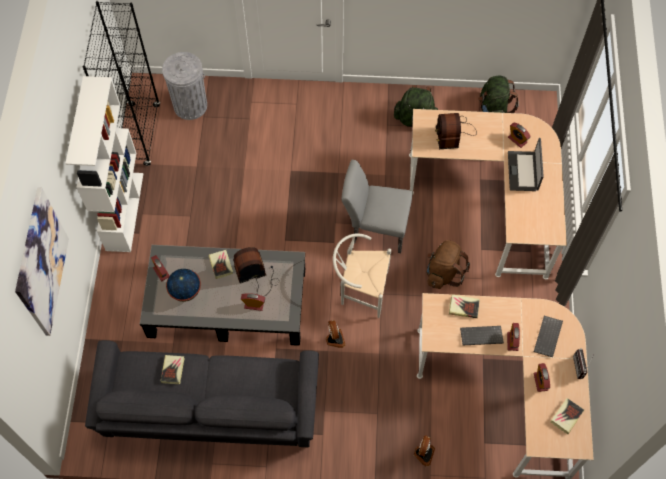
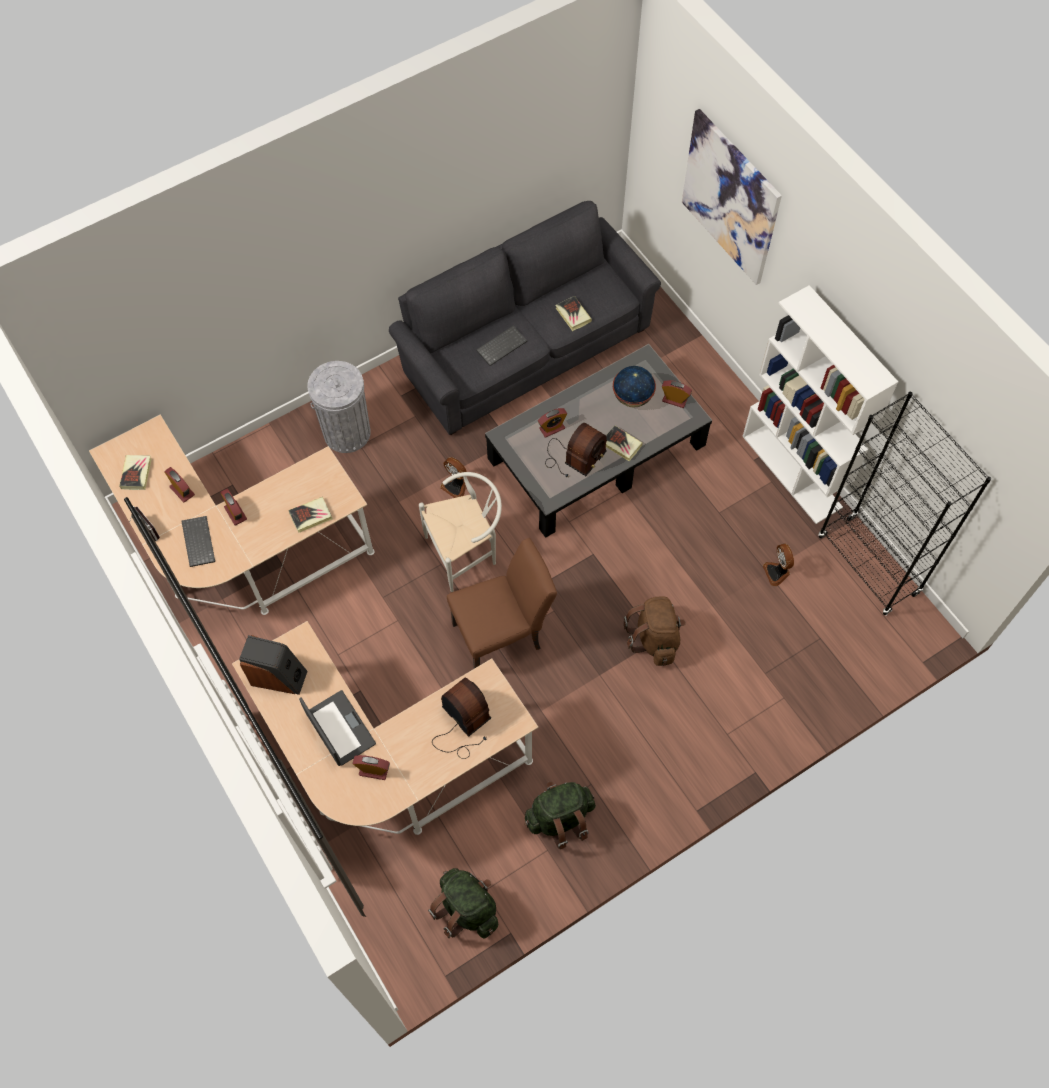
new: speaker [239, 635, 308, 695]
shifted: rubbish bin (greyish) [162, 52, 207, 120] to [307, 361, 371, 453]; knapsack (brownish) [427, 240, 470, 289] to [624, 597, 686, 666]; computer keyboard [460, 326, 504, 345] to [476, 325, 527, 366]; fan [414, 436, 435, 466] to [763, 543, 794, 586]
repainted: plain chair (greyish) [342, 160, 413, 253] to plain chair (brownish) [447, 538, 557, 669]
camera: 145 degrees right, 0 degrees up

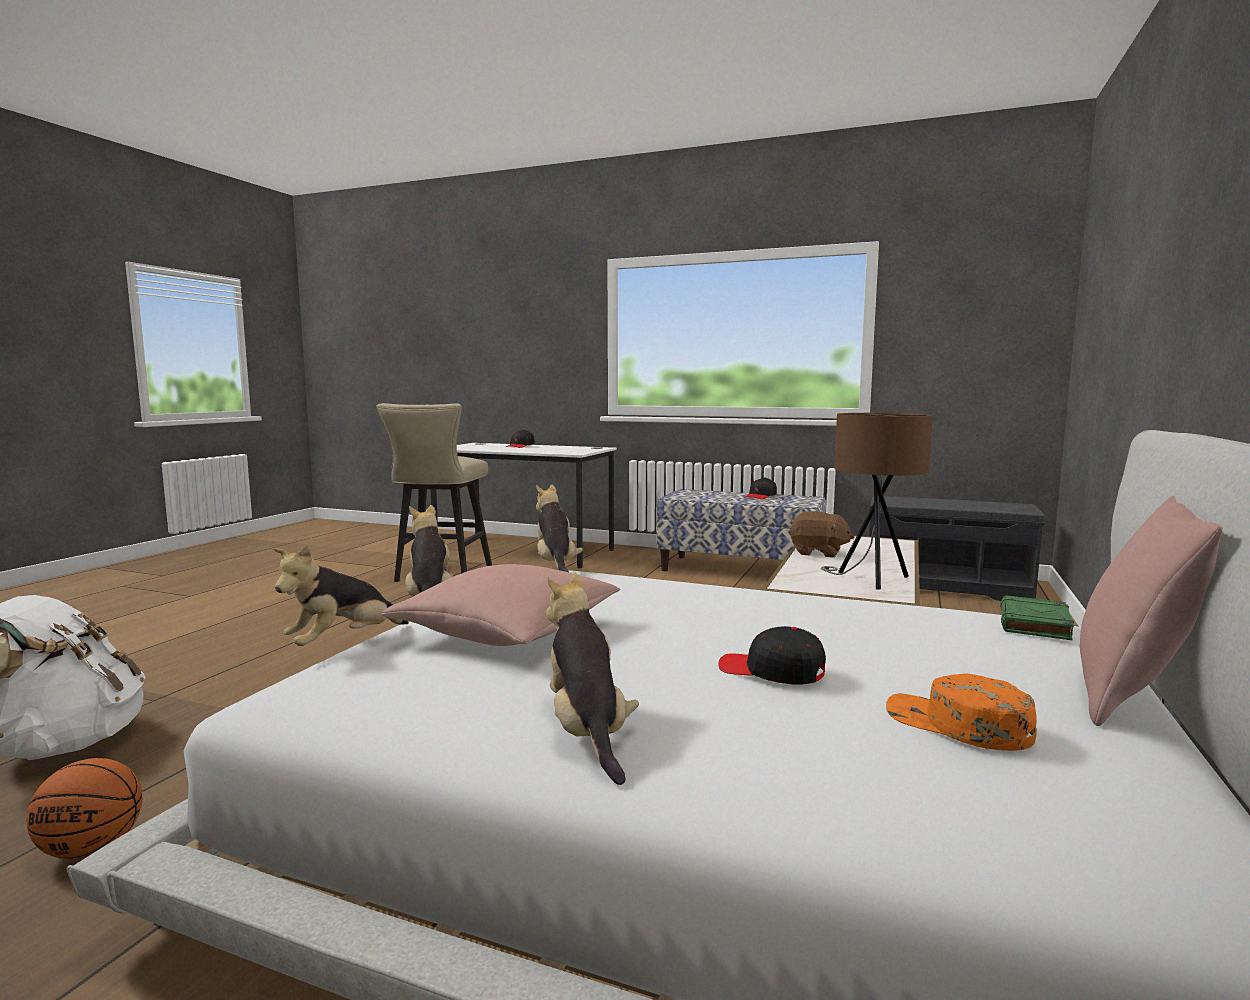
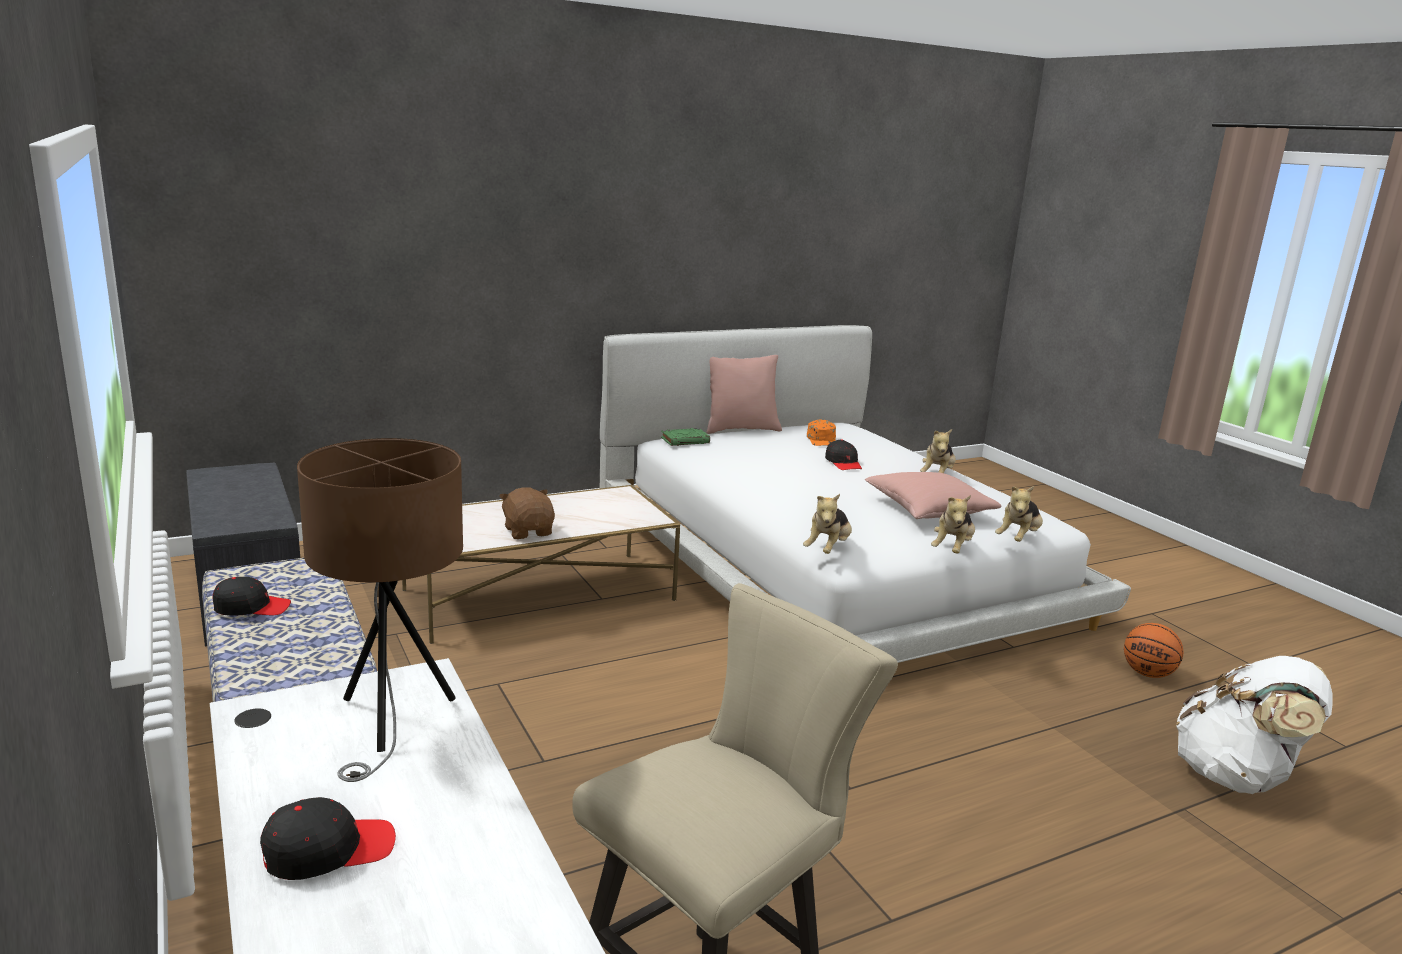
shifted: lamp for a table (brownish) [821, 413, 933, 590] to [297, 438, 463, 782]
rotated: soft toy [273, 545, 409, 646] = [995, 486, 1043, 542] 135 degrees clockwise
camera: 140 degrees left, 10 degrees up

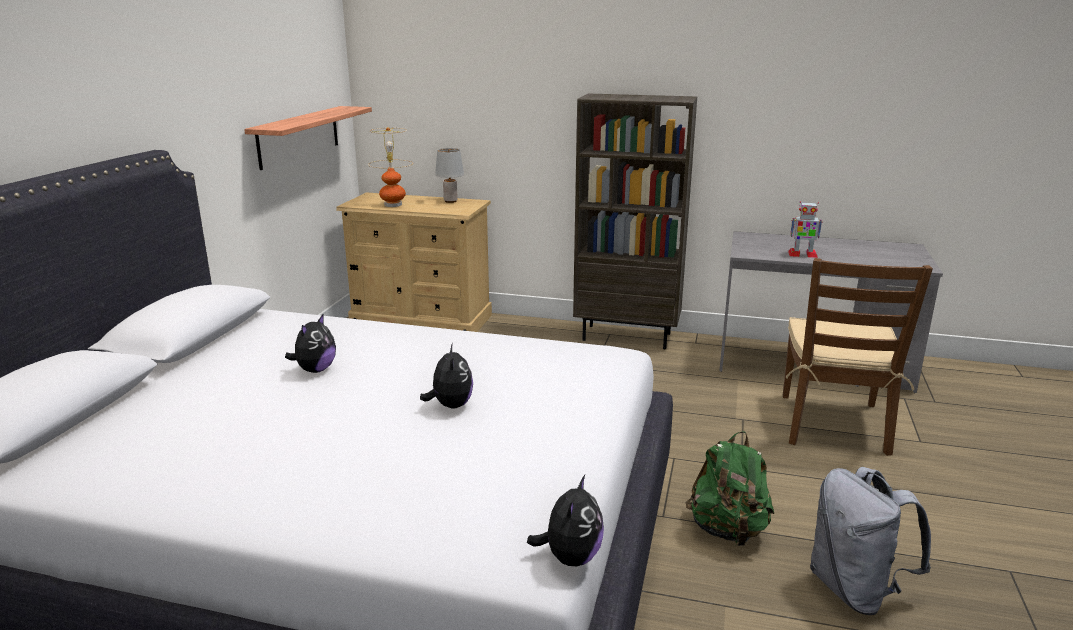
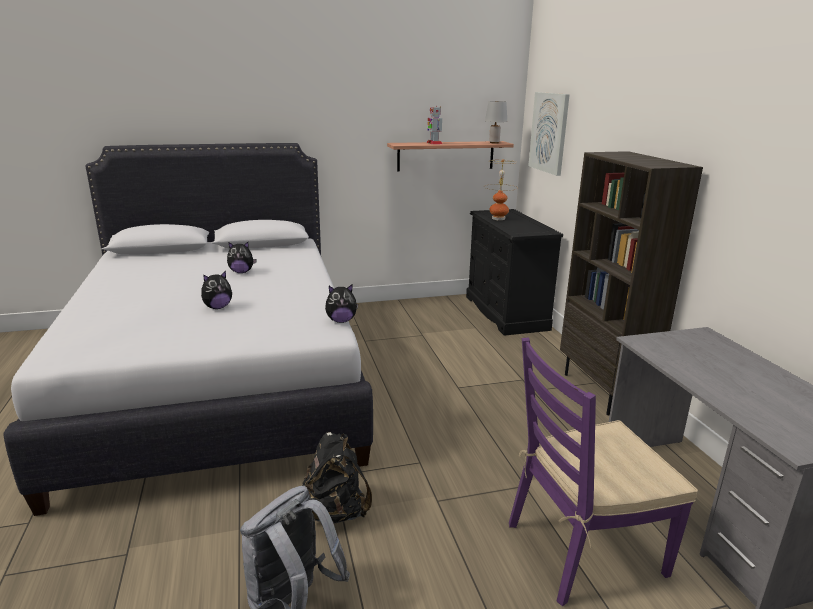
new: picture [528, 92, 570, 176]
shifted: lamp for a table (greyish) [435, 148, 464, 203] to [485, 101, 507, 143]; toy robot [788, 201, 822, 258] to [426, 106, 442, 145]; soft toy [527, 475, 604, 566] to [325, 285, 358, 323]
repainted: drawer chest (sand-coloured) [336, 192, 492, 332] to drawer chest (black) [466, 209, 563, 336]; plain chair (brownish) [783, 258, 933, 456] to plain chair (purple) [509, 337, 698, 606]; knapsack (greenish) [686, 431, 774, 546] to knapsack (black) [302, 432, 372, 524]
camera: 60 degrees right, 0 degrees up

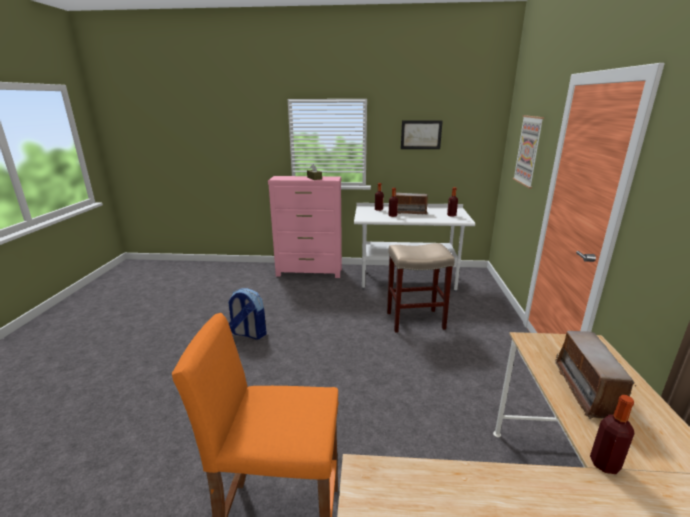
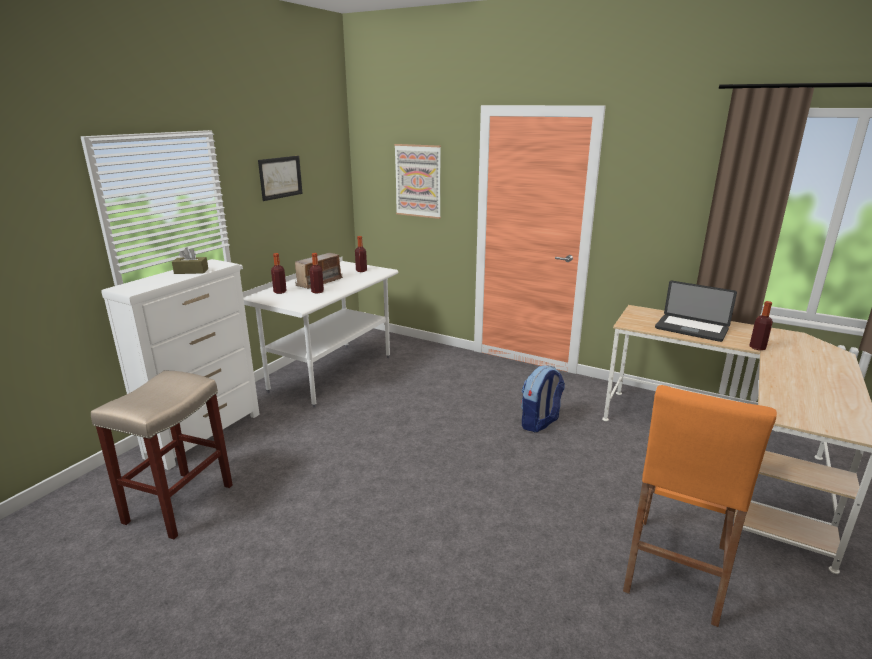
shifted: stool (sand-coloured) [387, 243, 455, 333] to [91, 371, 233, 539]; knapsack [228, 288, 267, 340] to [521, 365, 565, 432]
swapped: radio set [555, 331, 637, 419] to portable computer [655, 281, 737, 342]
repainted: drawer chest (pink-coloured) [268, 176, 342, 278] to drawer chest (whitish) [101, 259, 260, 470]
camera: 65 degrees left, 0 degrees up

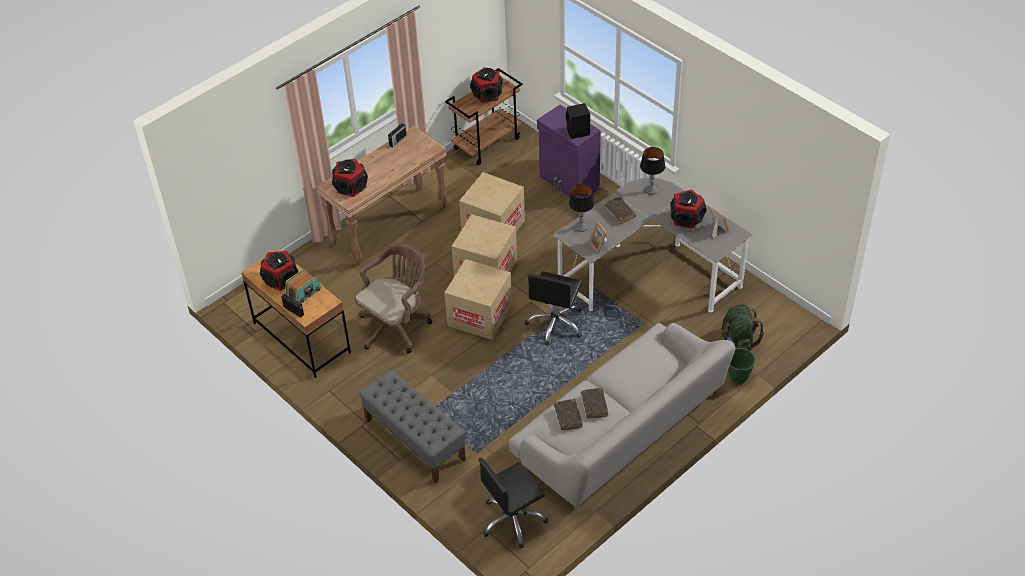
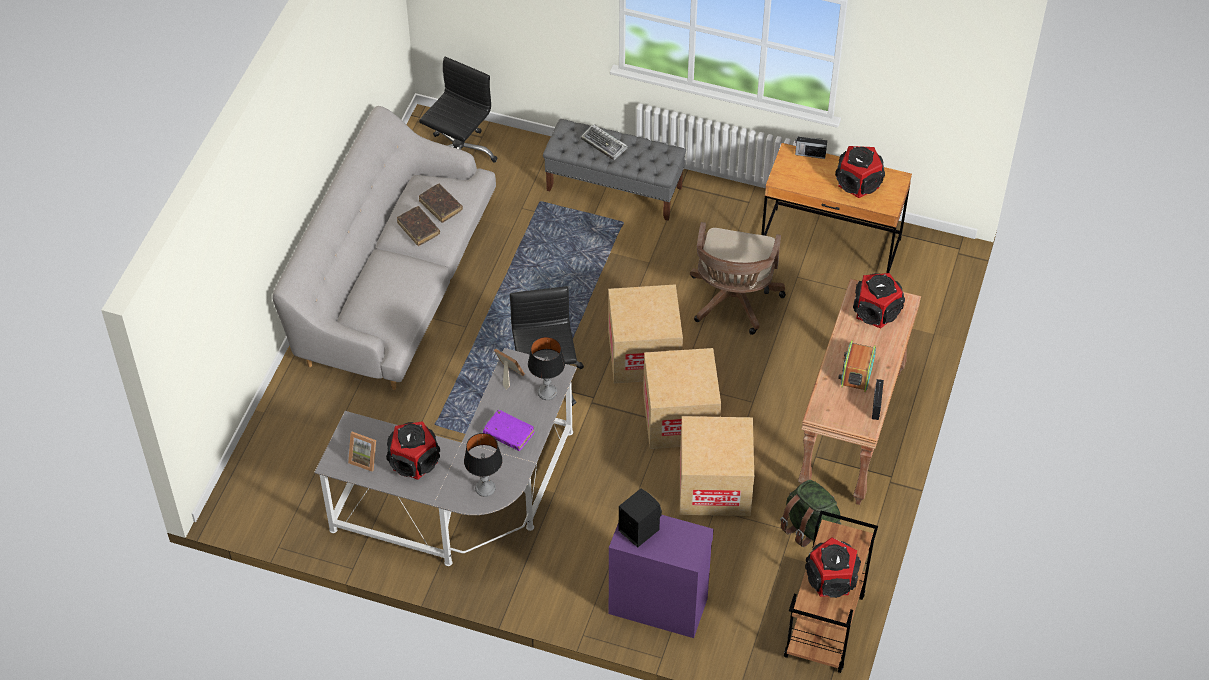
gone: plant pot (greenish) [728, 348, 755, 384]
new: computer keyboard [581, 124, 628, 160]
shifted: radio set [285, 268, 322, 303] to [838, 340, 876, 392]; knapsack (greenish) [721, 304, 764, 351] to [780, 480, 842, 547]
repainted: volume (brownish) [604, 197, 636, 225] to volume (purple) [483, 410, 535, 451]
camera: 150 degrees right, 5 degrees up

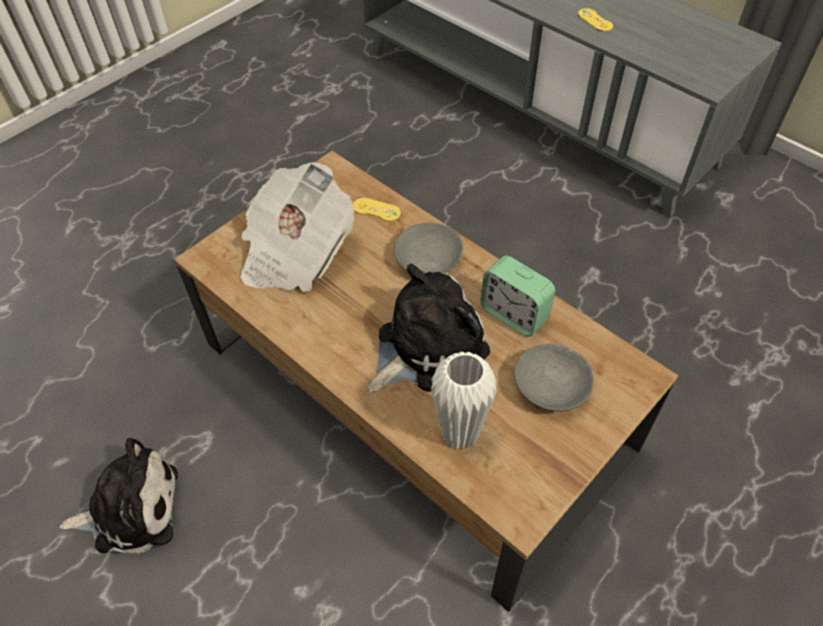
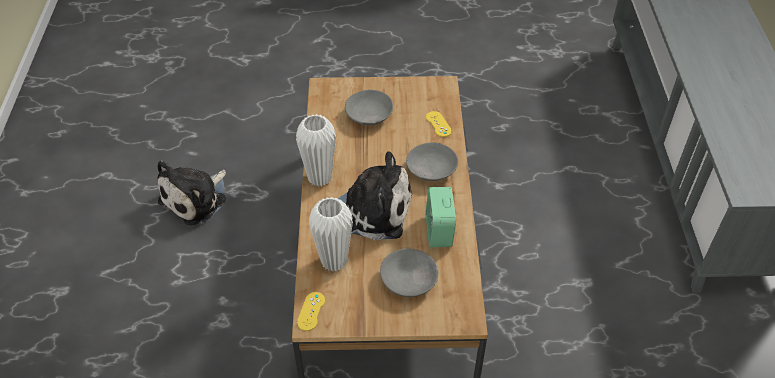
new: vase (whitish) [296, 114, 336, 187]
shifted: game controller (yellow) [578, 8, 613, 32] to [297, 292, 325, 331]
swapped: daily paper [241, 162, 354, 292] to bowl (greyish) [345, 90, 393, 125]
rotated: soft toy [60, 438, 178, 554] = [157, 160, 226, 225] 90 degrees clockwise
camera: 45 degrees right, 5 degrees down

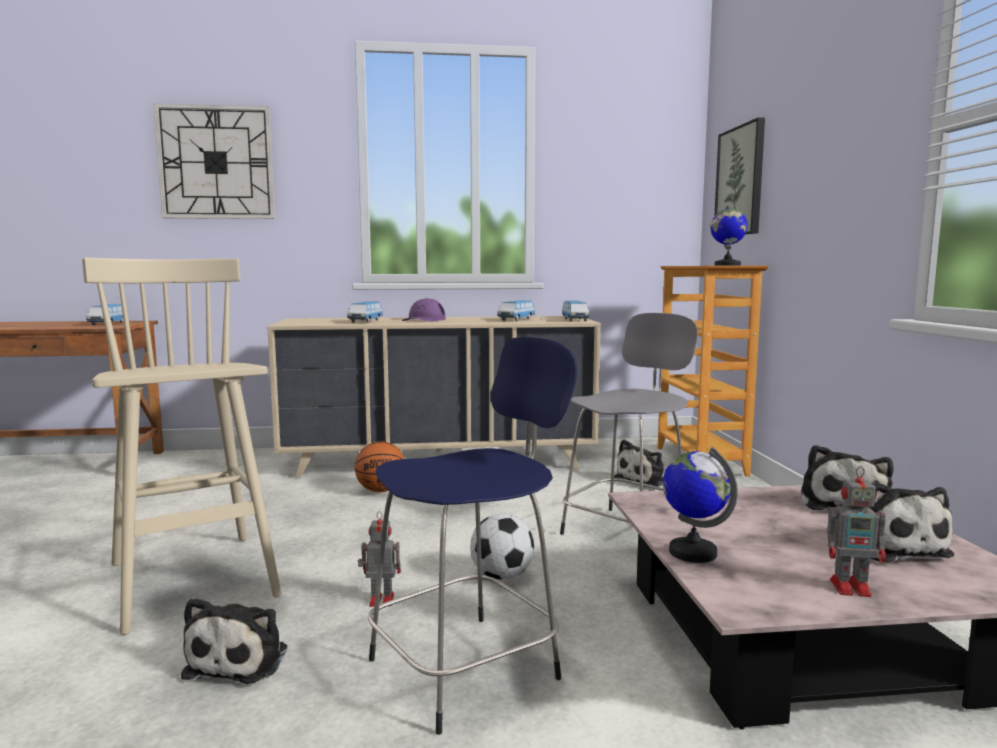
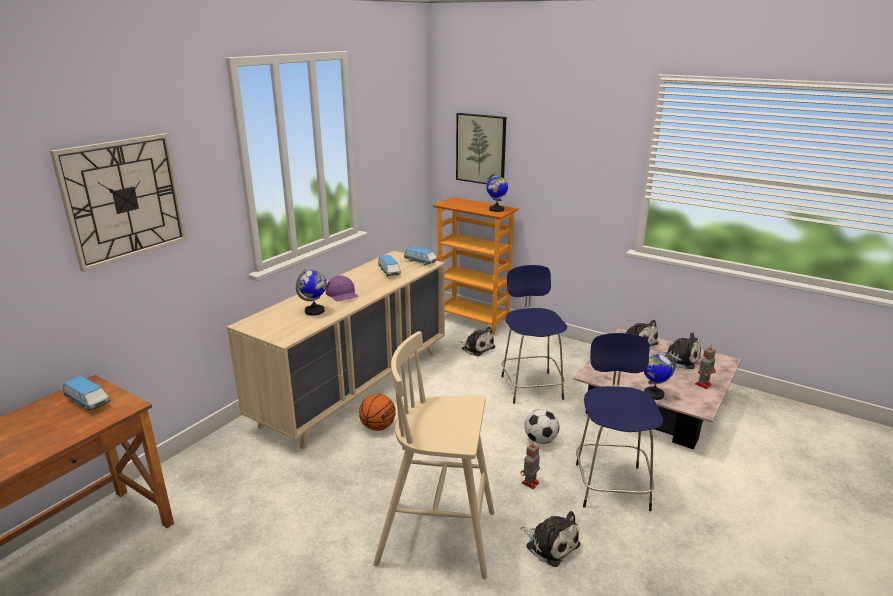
swapped: model car [347, 302, 383, 323] to world globe [296, 269, 327, 316]
repainted: stool (greyish) [560, 313, 698, 535] to stool (blue-coloured) [501, 265, 567, 404]
rotated: soft toy [614, 439, 664, 487] = [459, 326, 495, 356] 45 degrees counterclockwise
camera: 50 degrees left, 15 degrees up

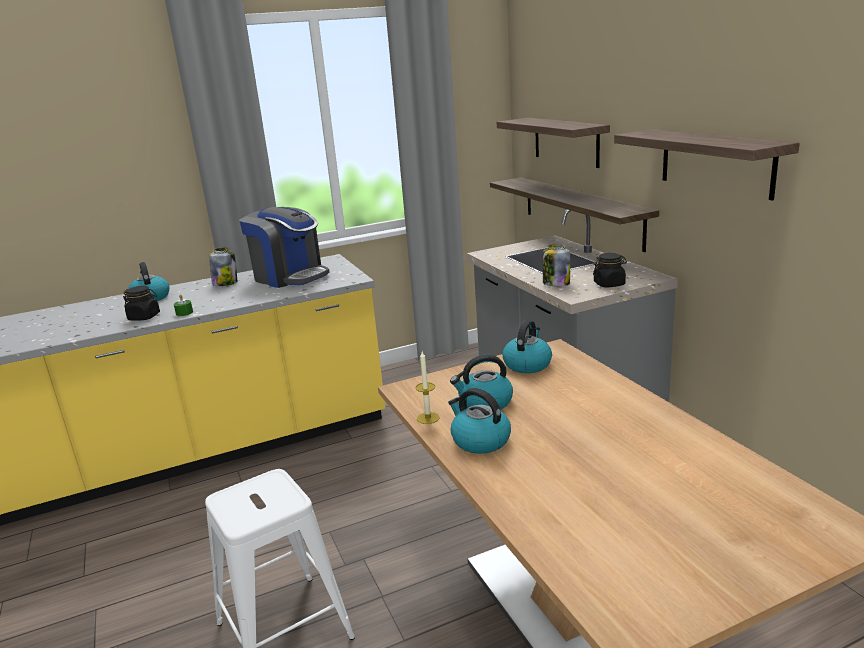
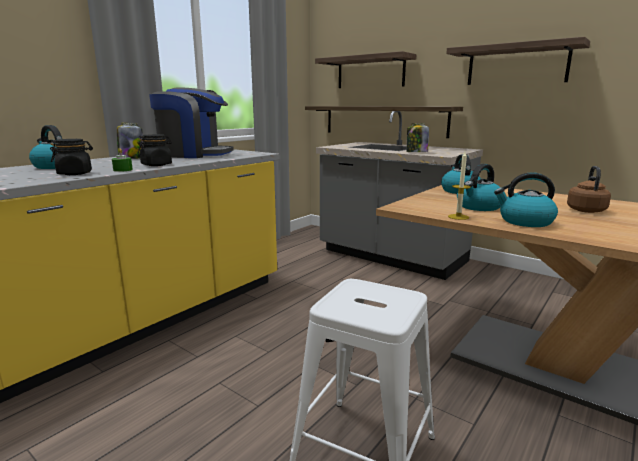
new: kettle (brownish) [567, 166, 611, 213]
shifted: jar (black) [593, 253, 627, 288] to [138, 134, 172, 166]
camera: 30 degrees left, 5 degrees down

